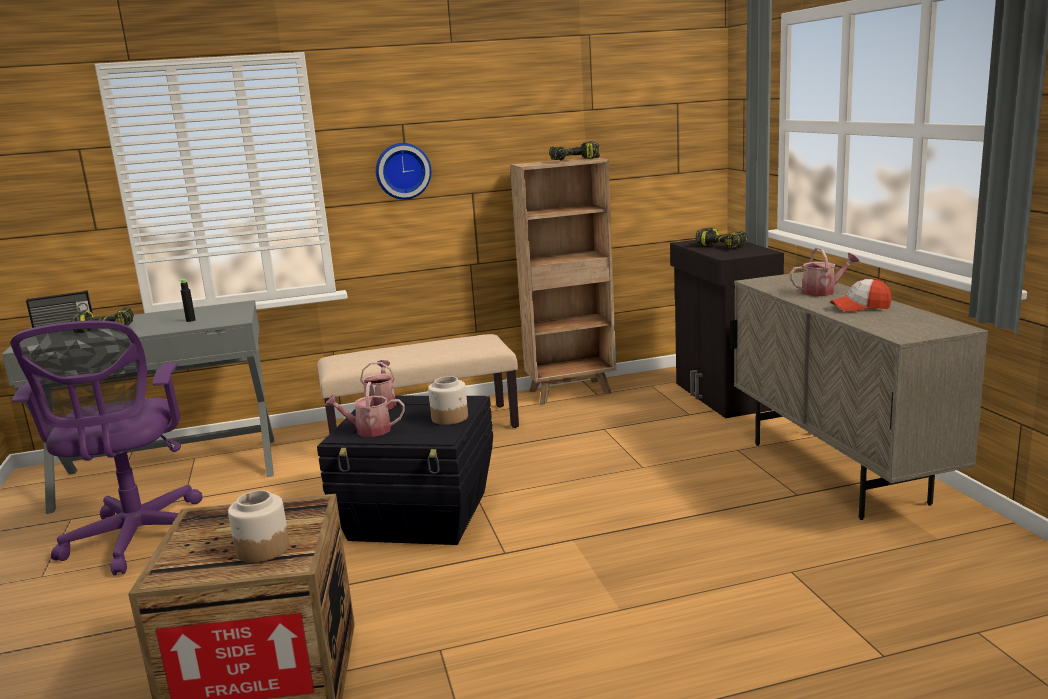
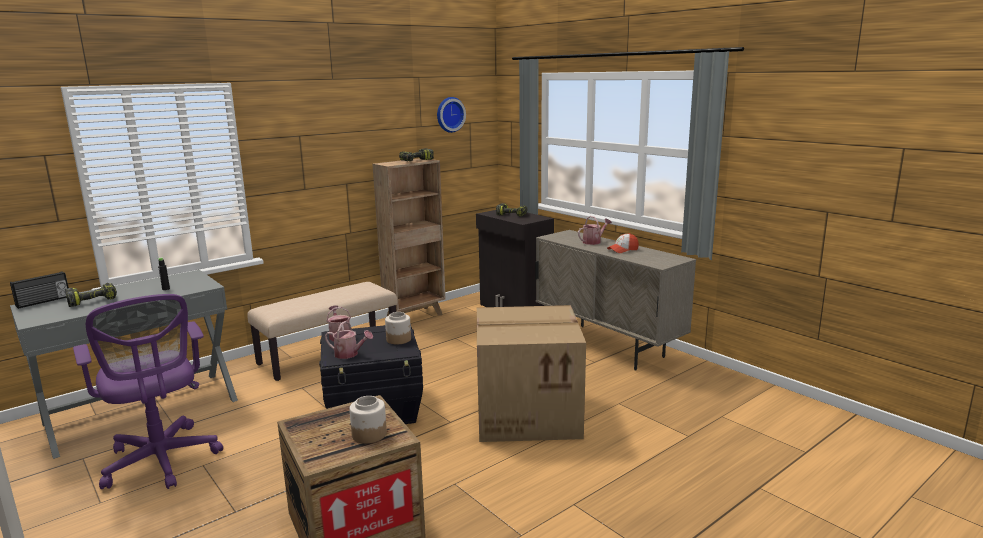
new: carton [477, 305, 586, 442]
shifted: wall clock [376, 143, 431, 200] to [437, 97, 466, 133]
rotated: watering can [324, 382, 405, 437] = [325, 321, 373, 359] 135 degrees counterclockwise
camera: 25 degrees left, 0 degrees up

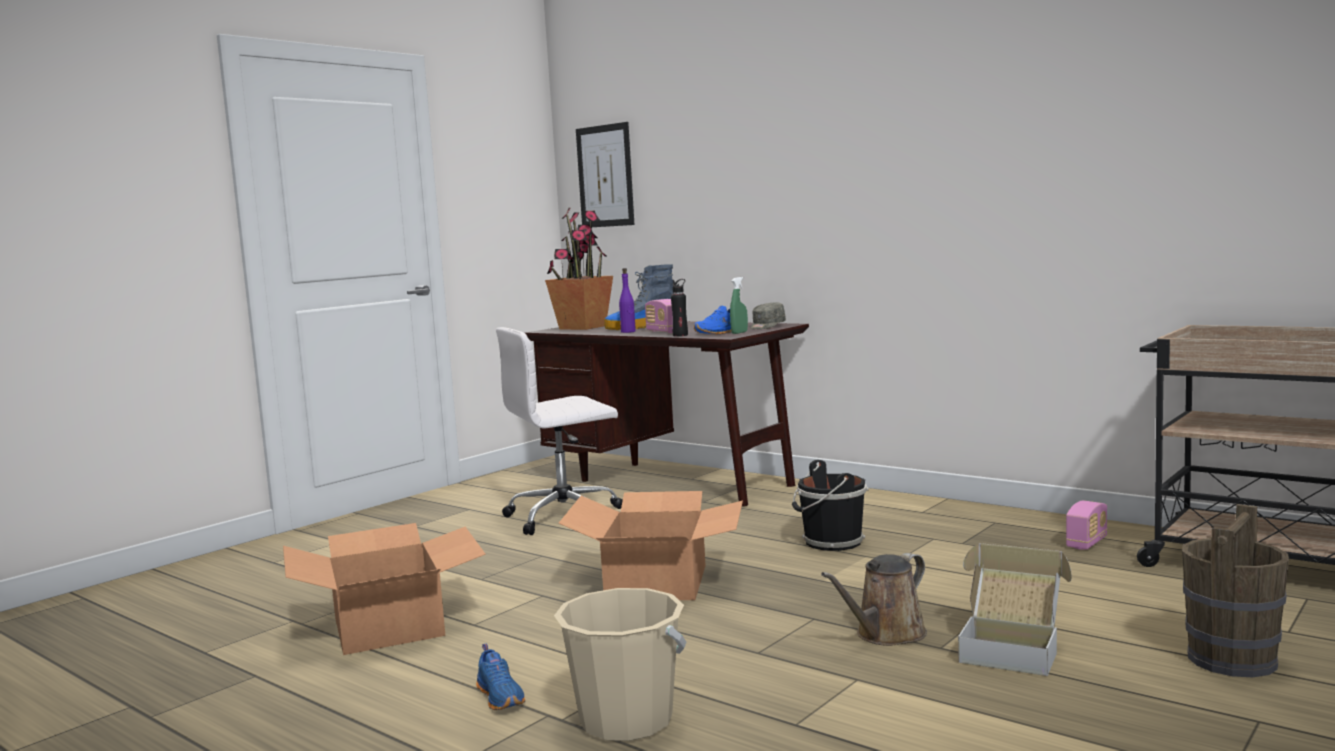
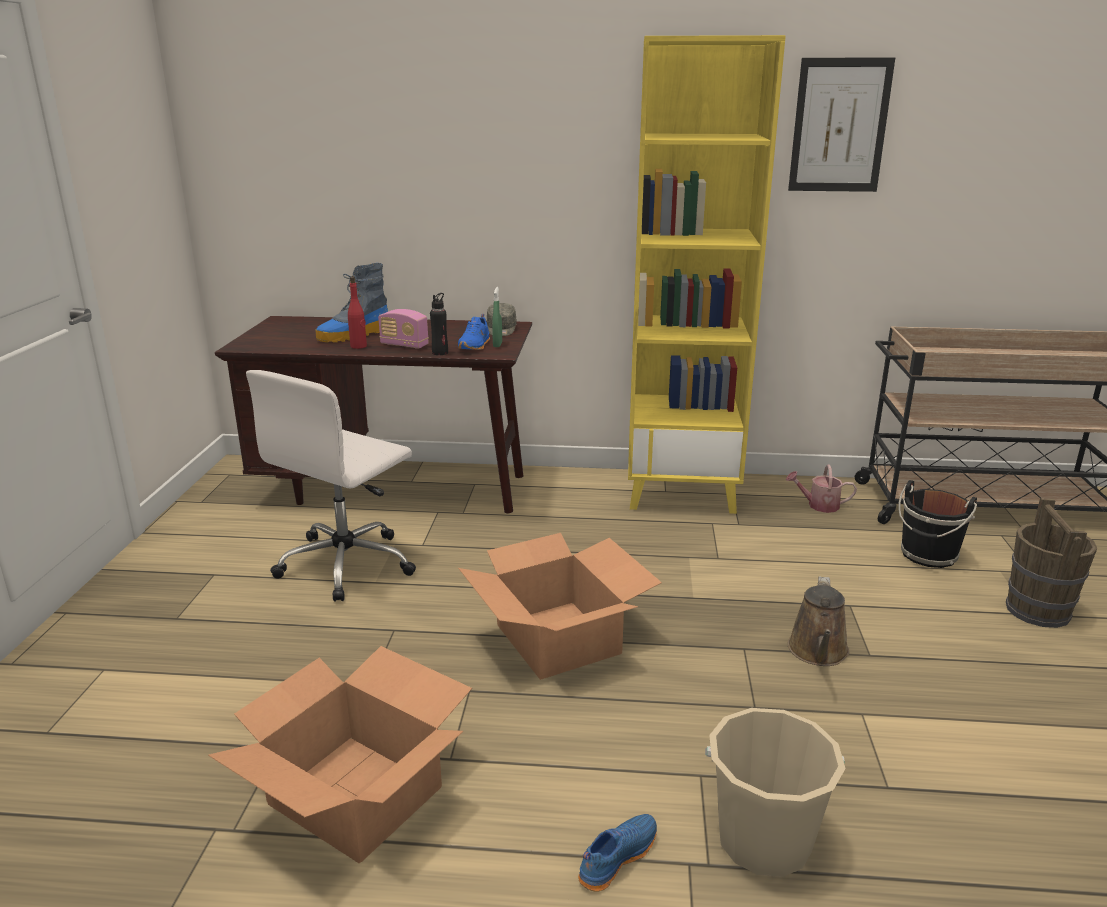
gone: potted plant [545, 208, 613, 330]; carton [958, 543, 1072, 676]
new: bookshelf (yellow) [628, 35, 786, 514]
shifted: picture [576, 122, 635, 227] to [788, 58, 895, 192]; bucket (black) [792, 460, 869, 551] to [899, 480, 977, 568]
swapped: radio set [1066, 501, 1107, 550] to watering can [786, 464, 857, 513]
repainted: bottle (purple) [619, 268, 636, 333] to bottle (red-coloured) [348, 276, 367, 349]
rotated: shoe (blue-coloured) [476, 644, 525, 710] = [578, 814, 657, 892] 75 degrees counterclockwise
camera: 35 degrees left, 15 degrees up

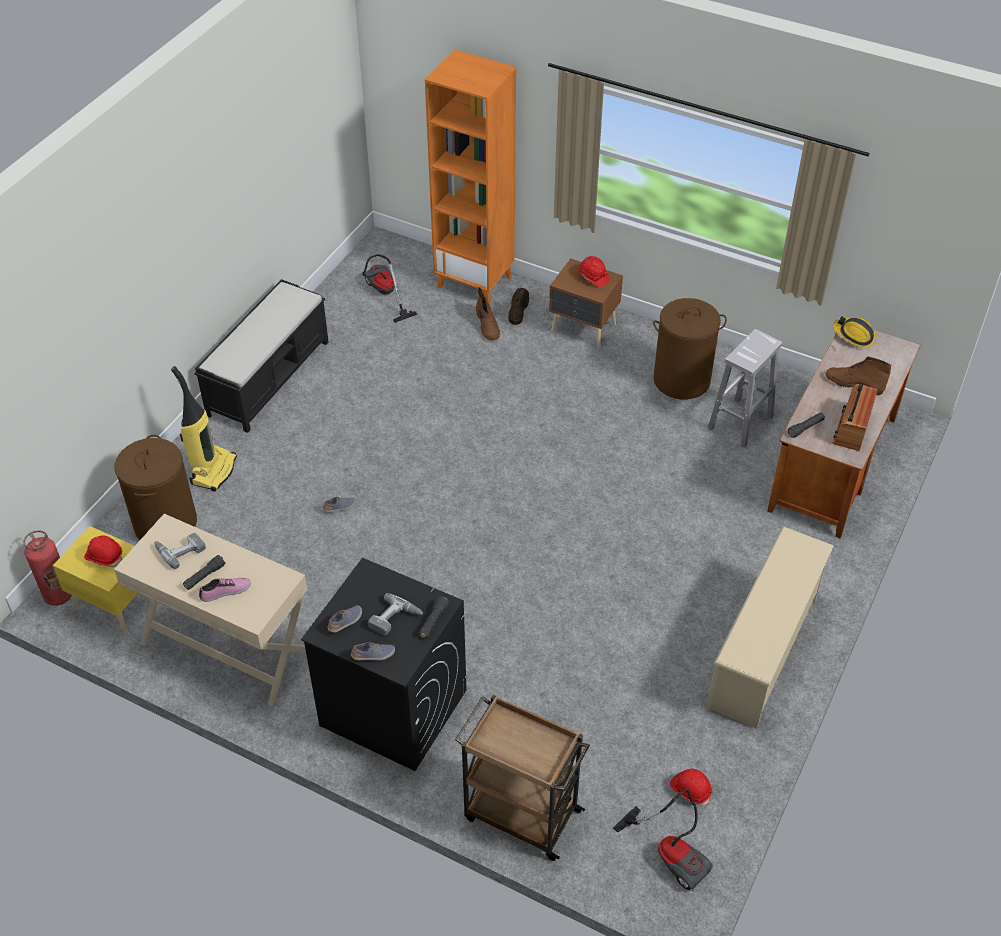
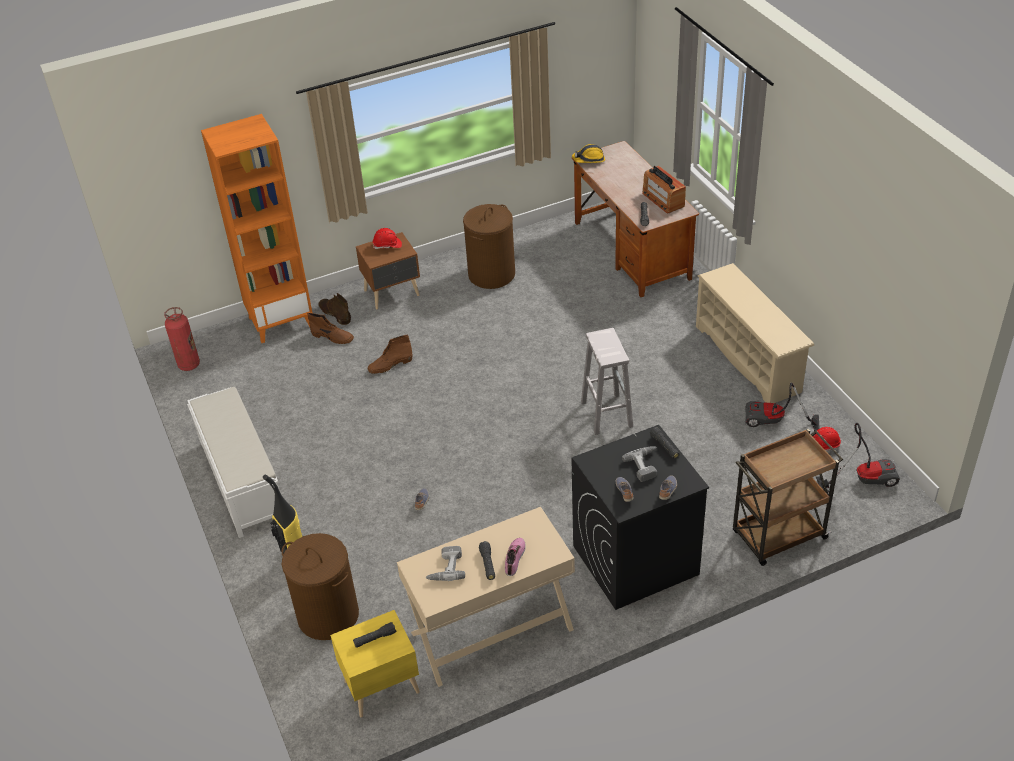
shifted: hoover [362, 254, 418, 323] to [745, 382, 820, 431]; stool (whitish) [708, 329, 782, 448] to [581, 328, 633, 435]; tall boot (brownish) [826, 356, 892, 395] to [368, 335, 412, 374]; fire-fighting cylinder [23, 530, 72, 606] to [164, 307, 200, 371]
swapped: safety helmet (red-coloured) [84, 536, 122, 567] to flashlight (black) [353, 622, 396, 648]
repainted: indoor bench (black) [194, 279, 329, 433] to indoor bench (whitish) [187, 387, 279, 538]
camera: 50 degrees left, 5 degrees down

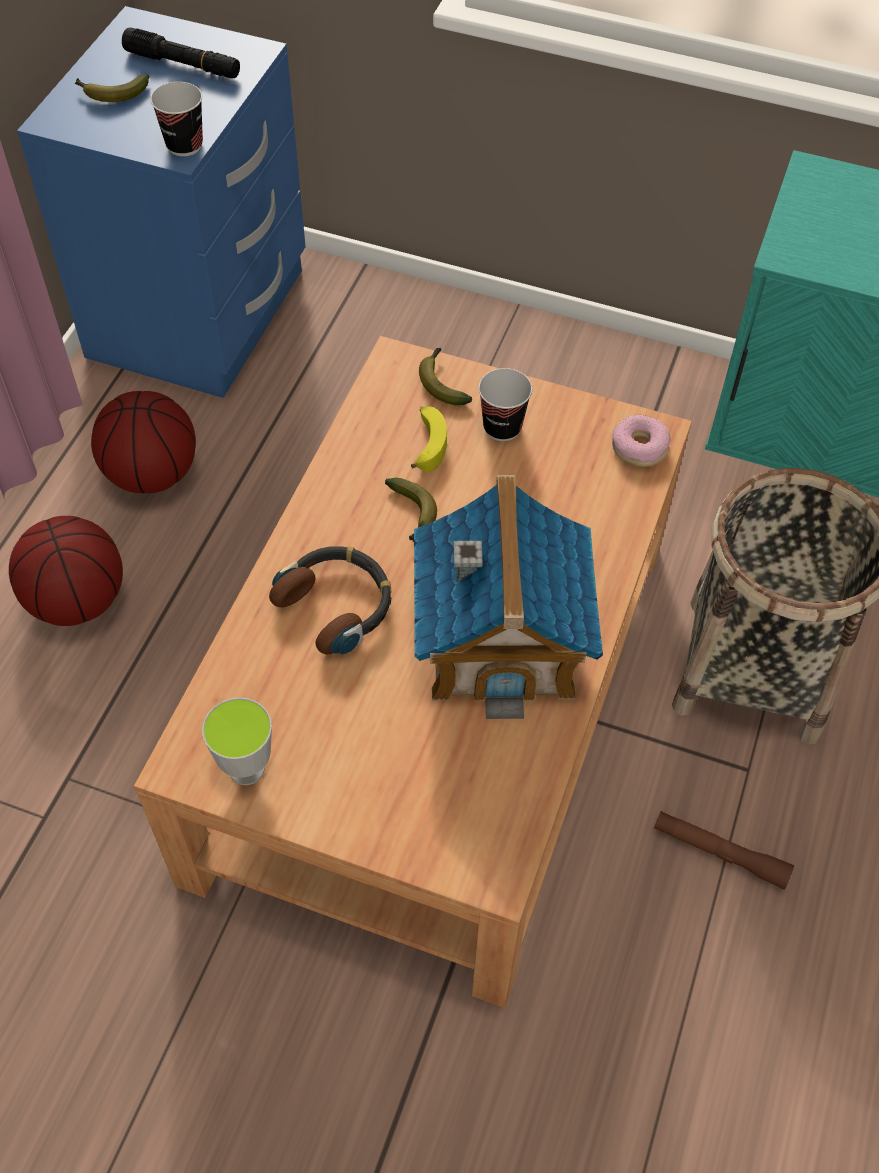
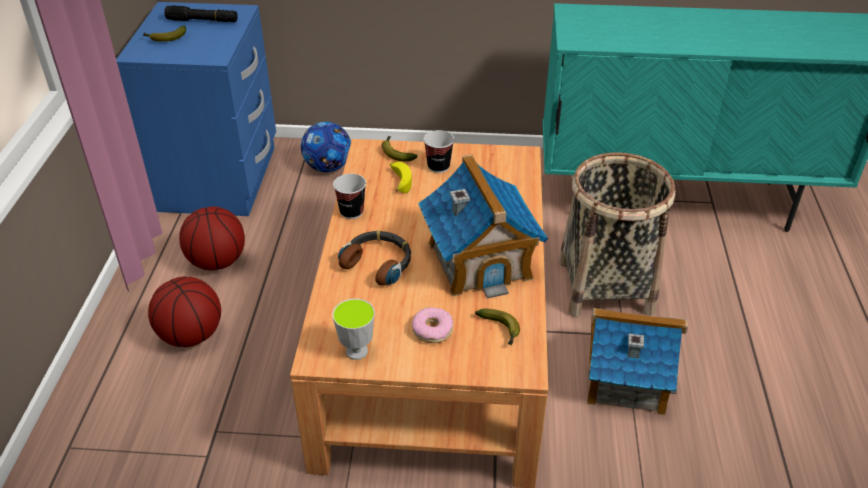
new: ball for football [301, 122, 351, 172]
shifted: small cup [150, 82, 203, 156] to [333, 174, 366, 219]; donut [612, 414, 671, 467] to [412, 307, 453, 343]; whole banana [385, 478, 437, 542] to [475, 309, 520, 346]
swapped: flashlight (brownish) [654, 811, 794, 890] to miniature house [587, 308, 688, 415]
camera: 15 degrees left, 15 degrees down

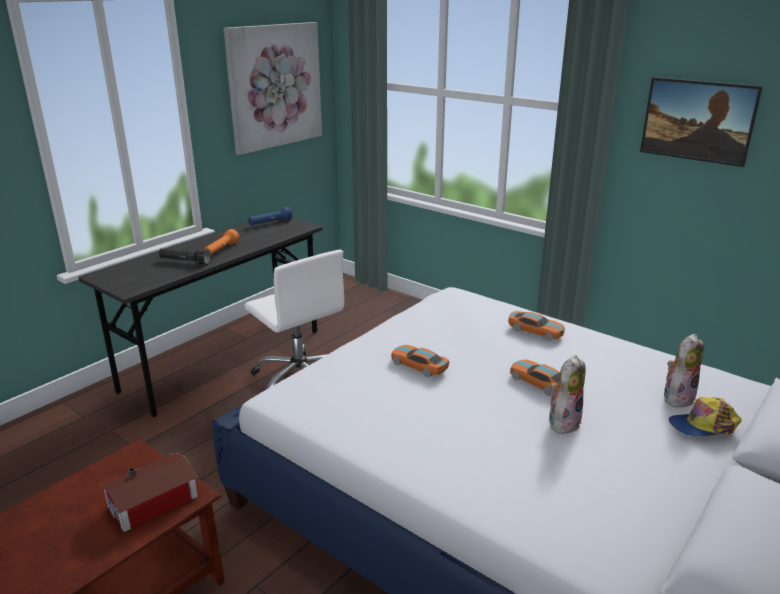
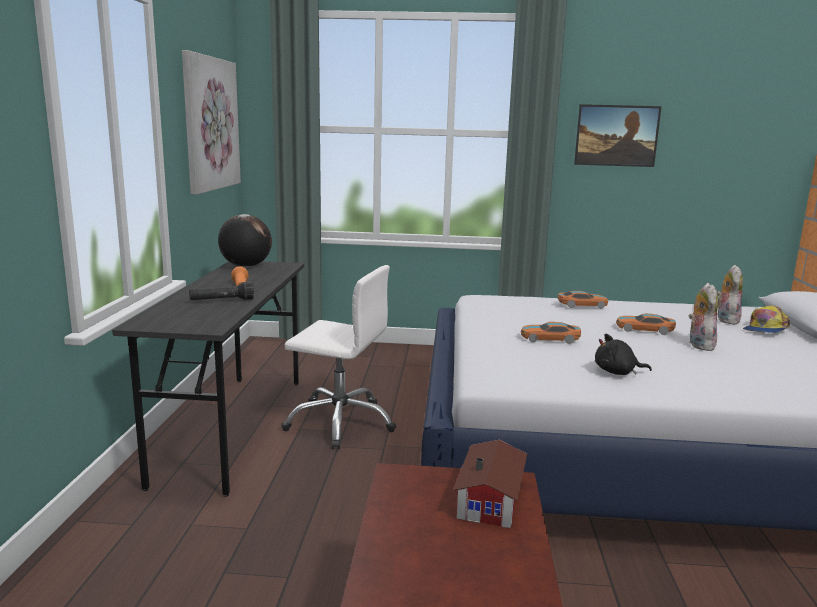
new: soft toy (black) [595, 334, 652, 375]
swapped: flashlight (blue-coloured) [248, 207, 292, 225] to world globe [218, 214, 272, 267]
camera: 35 degrees left, 10 degrees down

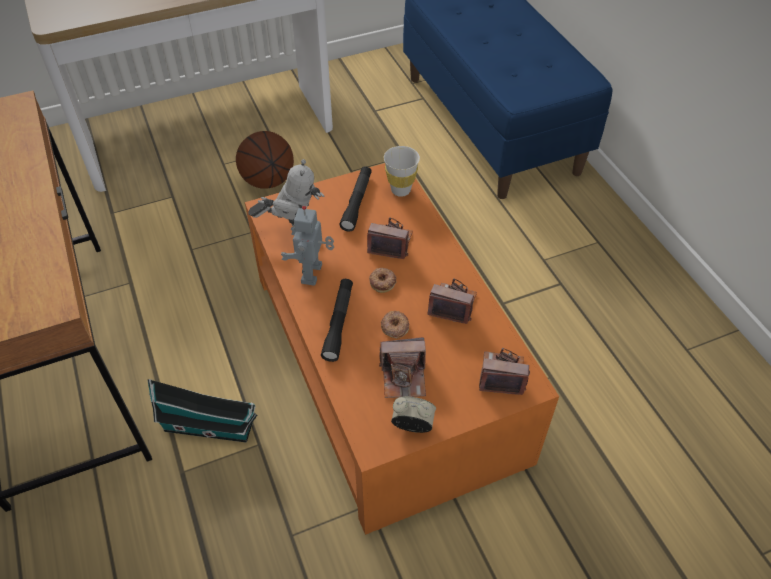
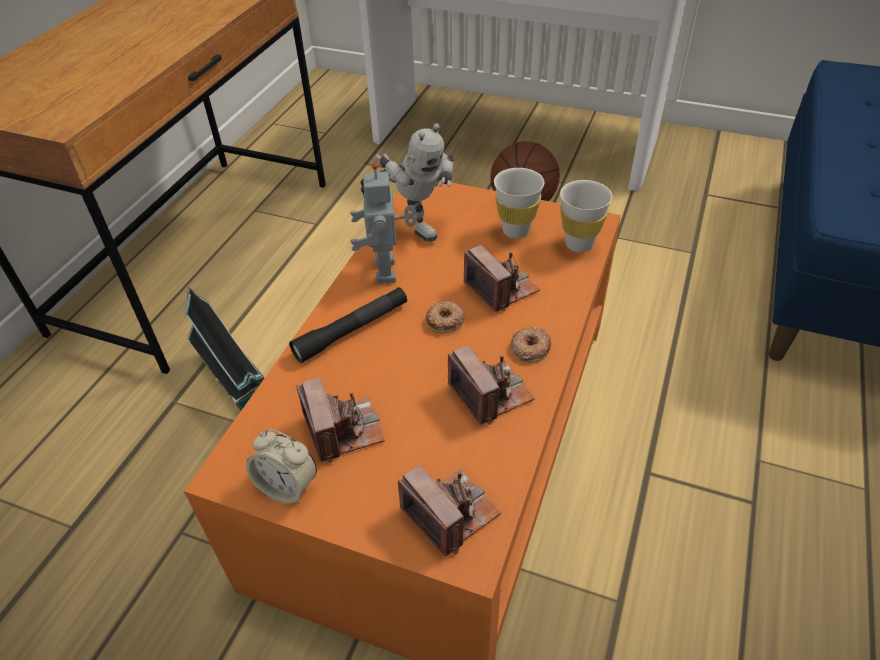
shifted: donut [381, 311, 409, 339] to [511, 327, 551, 363]
swapped: flashlight (black) [339, 166, 372, 232] to small cup (whitish) [494, 168, 544, 239]
rotated: toy robot [281, 206, 334, 286] = [350, 164, 416, 284] 60 degrees counterclockwise; photo camera [379, 337, 426, 398] = [296, 378, 385, 463] 150 degrees counterclockwise; alarm clock [391, 397, 436, 433] = [246, 429, 317, 504] 150 degrees clockwise
camera: 45 degrees right, 5 degrees down

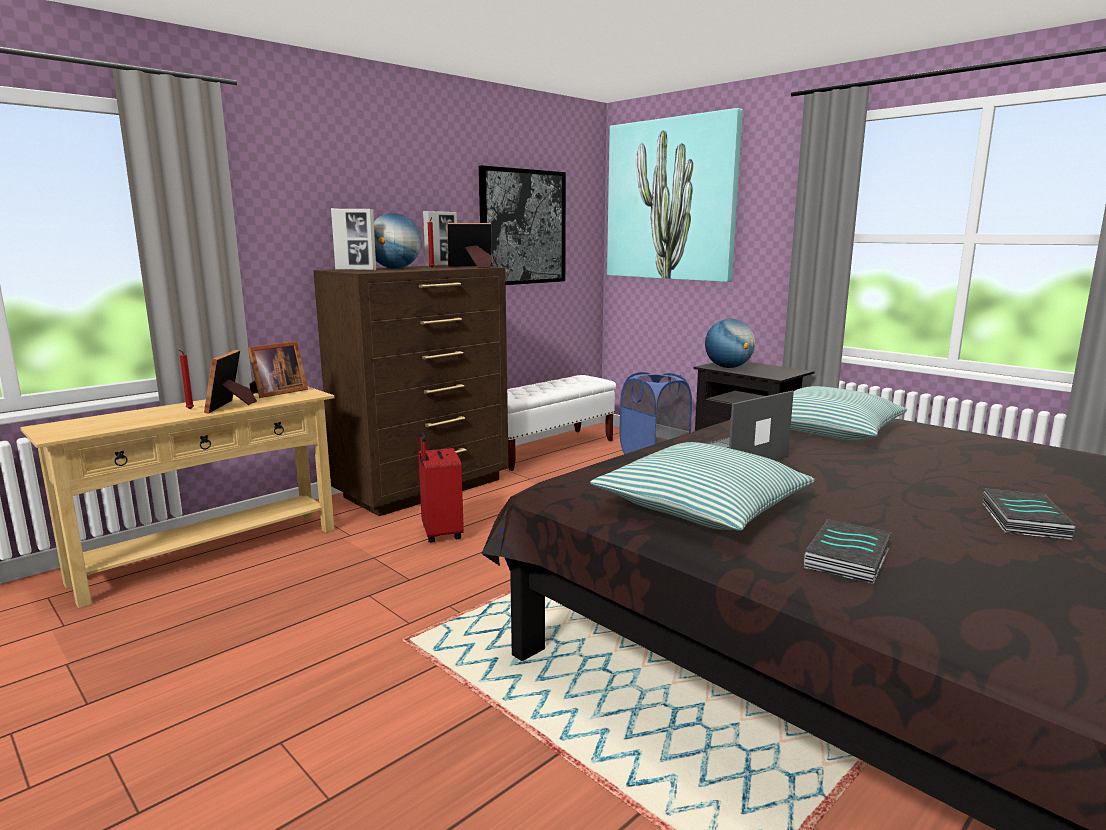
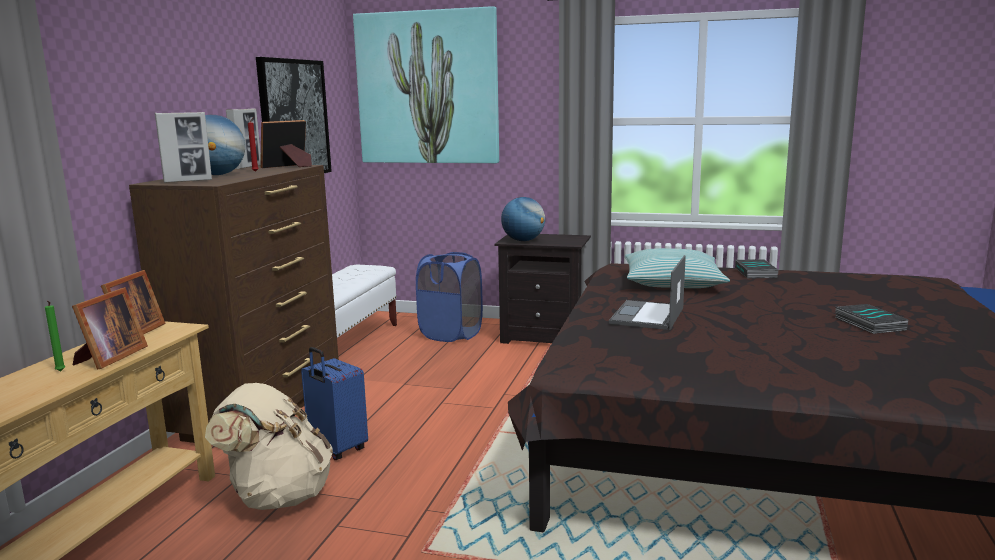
gone: cushion [591, 442, 815, 531]
new: knapsack (sand-coloured) [205, 383, 333, 510]
shifted: volume [804, 519, 891, 585] to [735, 260, 778, 278]
repainted: candle (red-coloured) [179, 350, 194, 409] to candle (greenish) [45, 301, 65, 371]; suitcase (red-coloured) [418, 432, 464, 543] to suitcase (blue-coloured) [301, 347, 368, 460]
rotated: photo frame [204, 350, 257, 414] = [72, 287, 148, 370] 135 degrees counterclockwise
camera: 30 degrees left, 0 degrees up

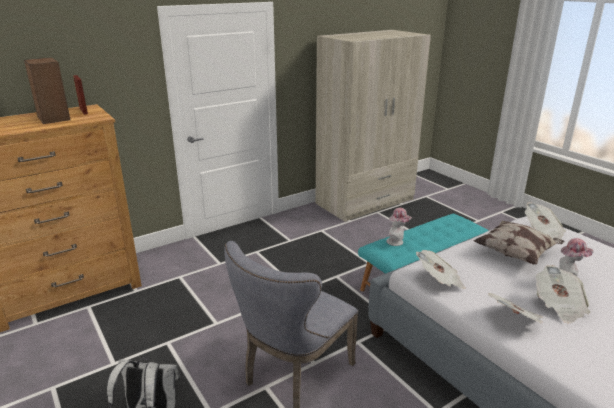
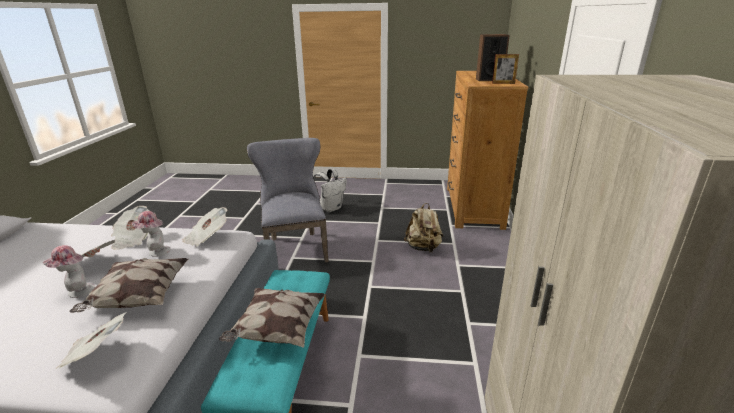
new: knapsack (sand-coloured) [404, 203, 443, 252]; cushion [219, 288, 325, 348]
shifted: hat [387, 208, 412, 246] to [132, 211, 170, 257]
camera: 130 degrees right, 0 degrees up

